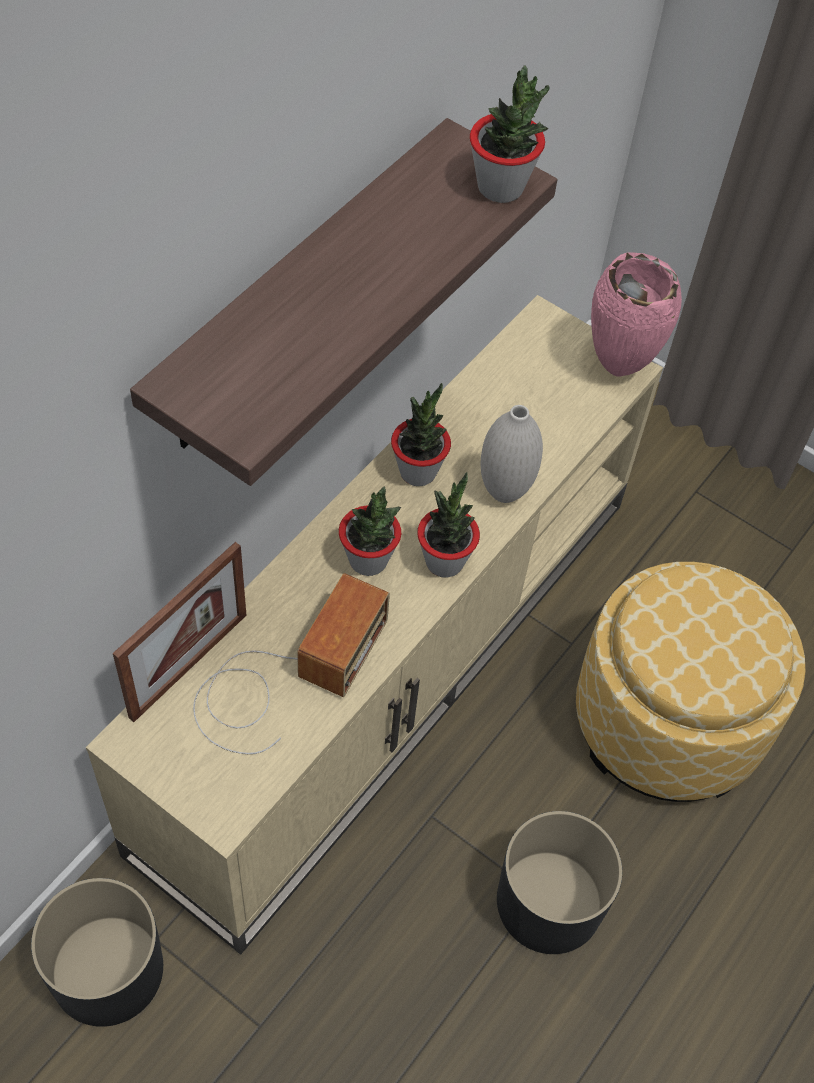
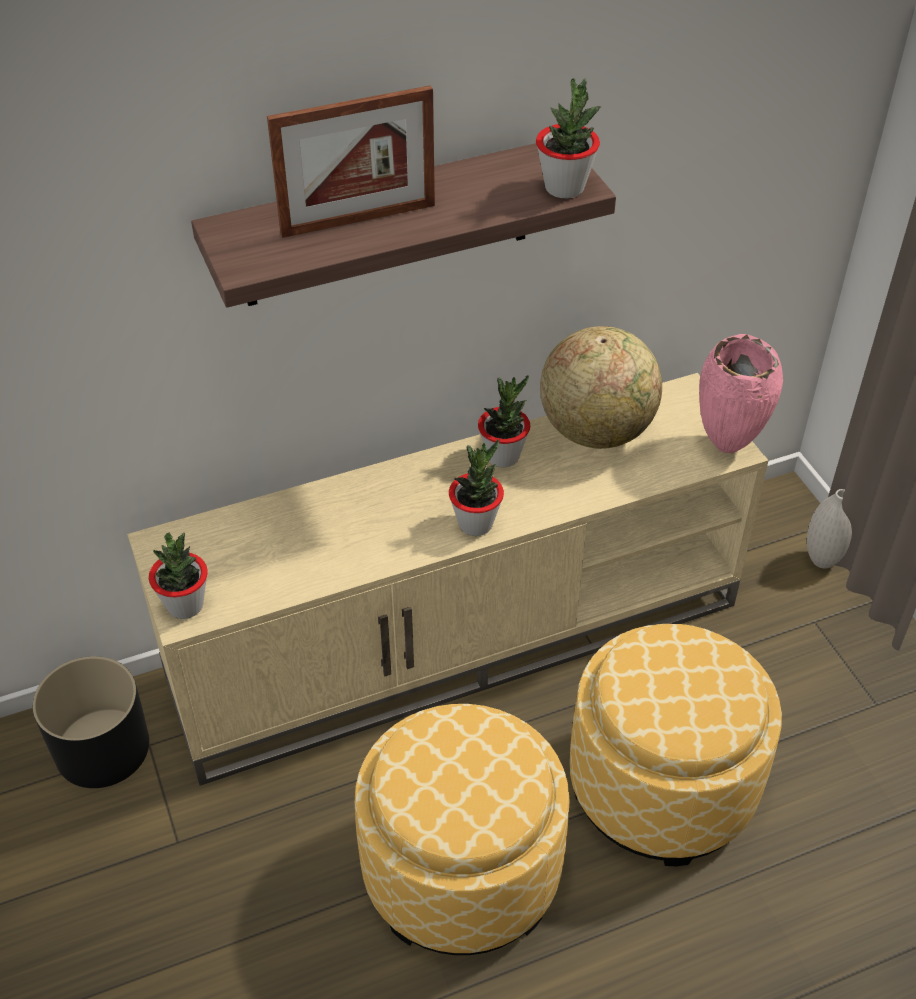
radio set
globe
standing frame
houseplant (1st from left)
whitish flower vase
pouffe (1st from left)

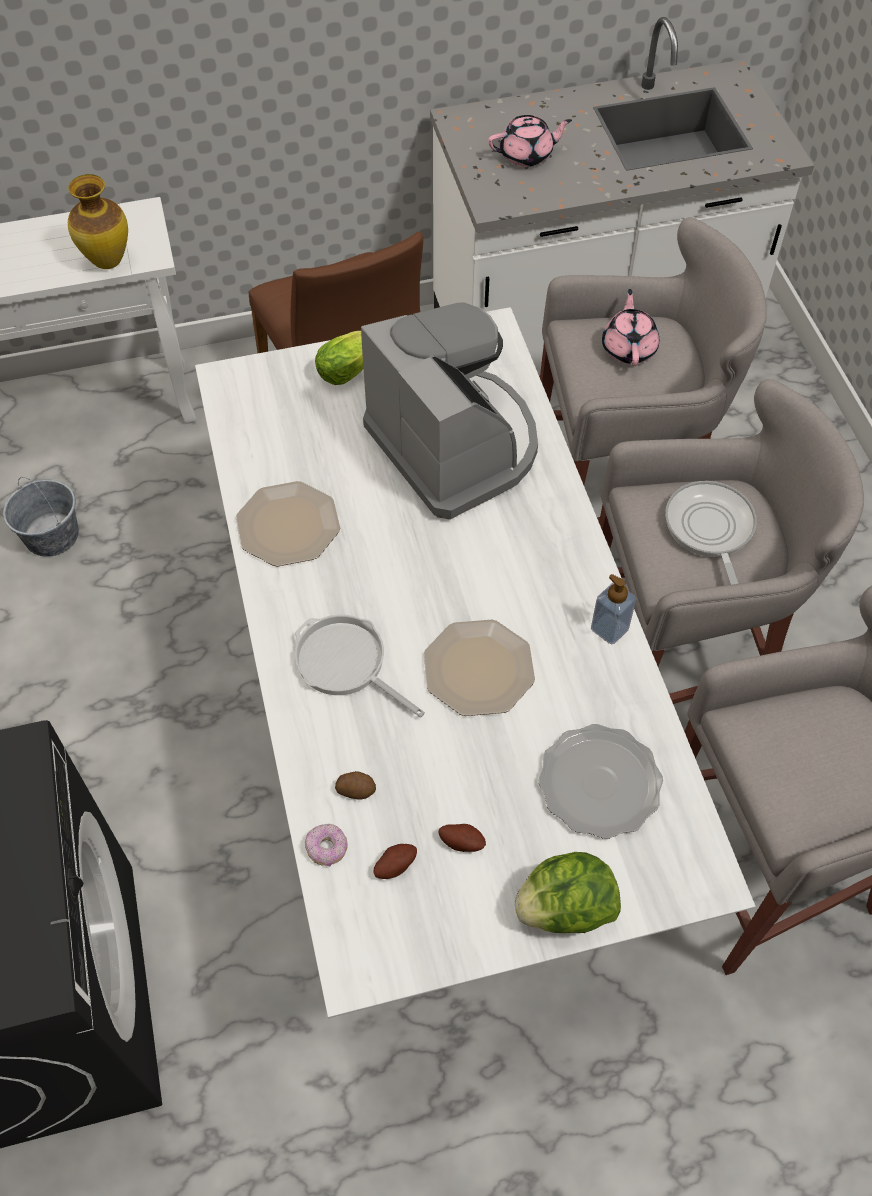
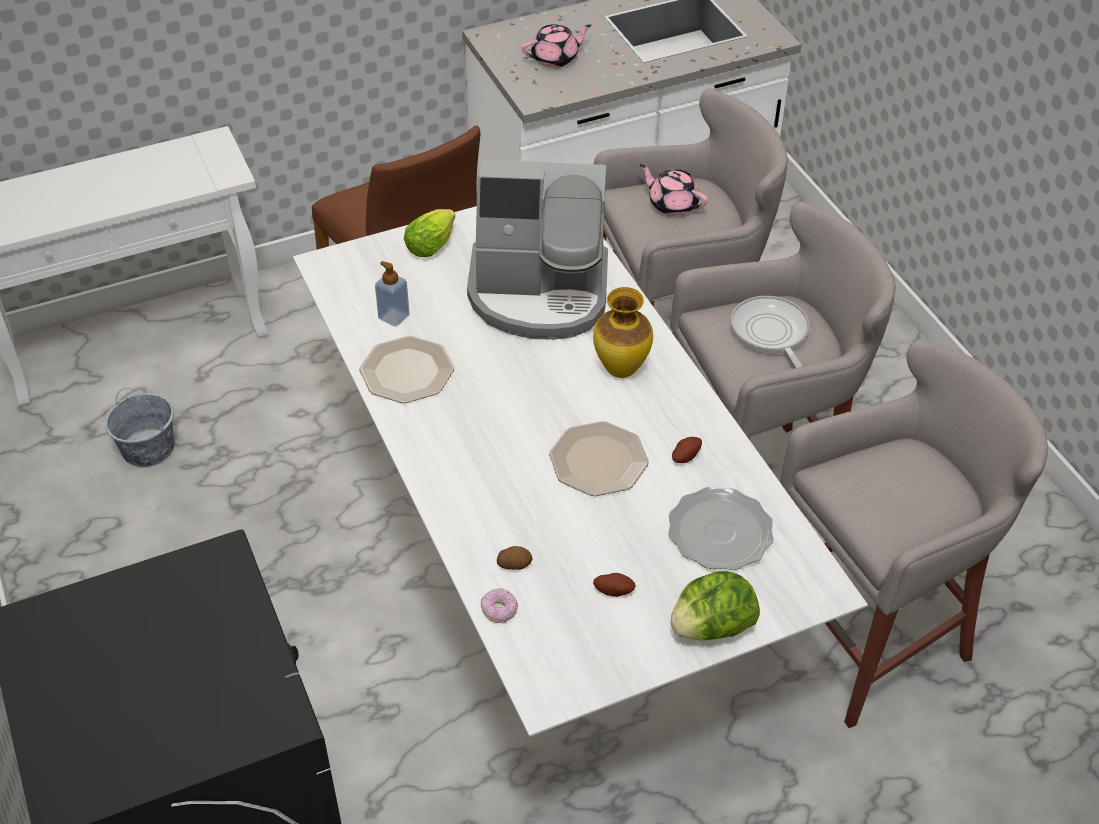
frying pan (1st from left in the first image)
flower vase
whole potato (3rd from left)
liquid soap bottle
coffee maker
pink-coloured pot for tea (2nd from left)

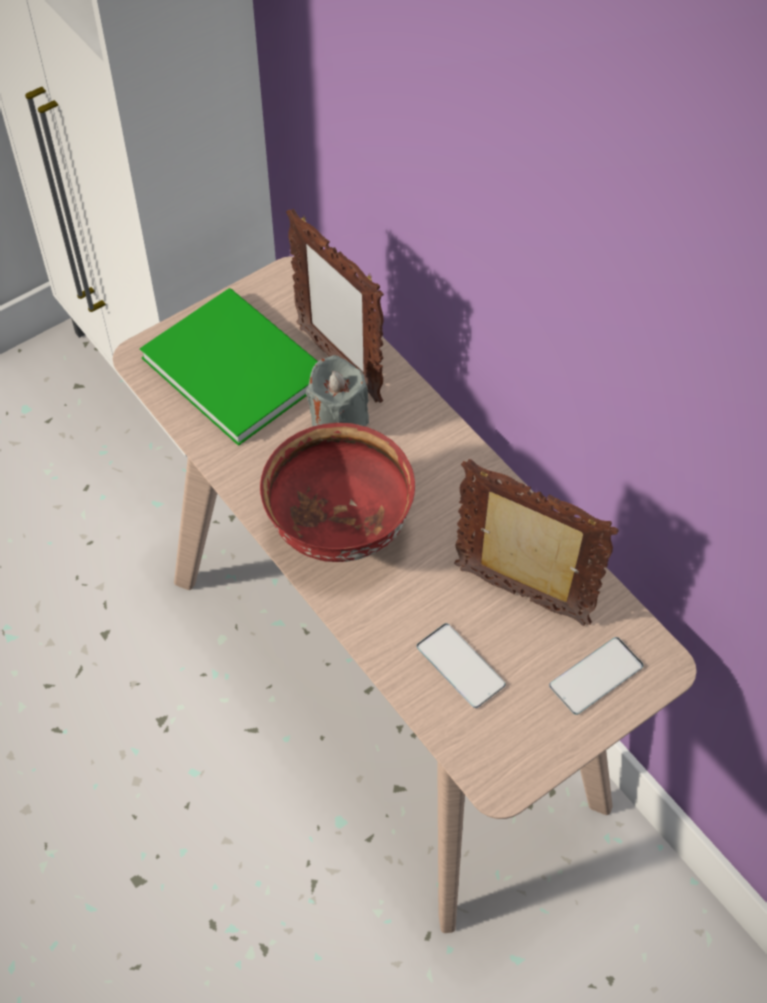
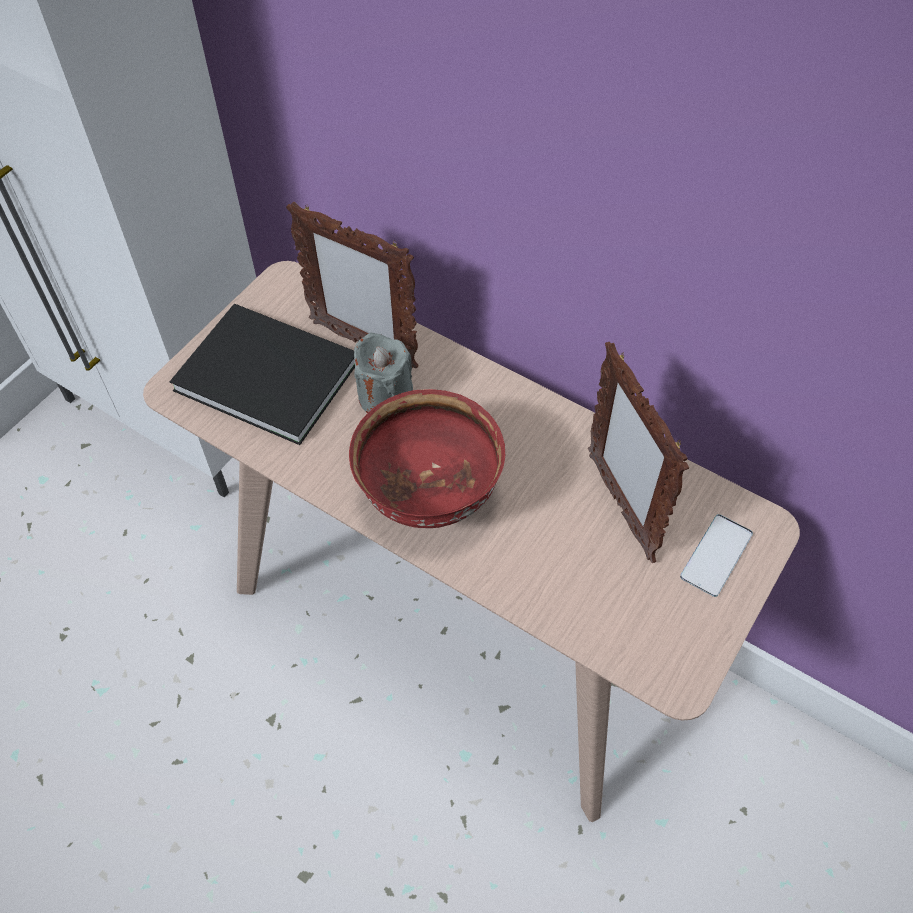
handset (1st from left in the first image)
black-coloured volume
standing frame (2nd from left)

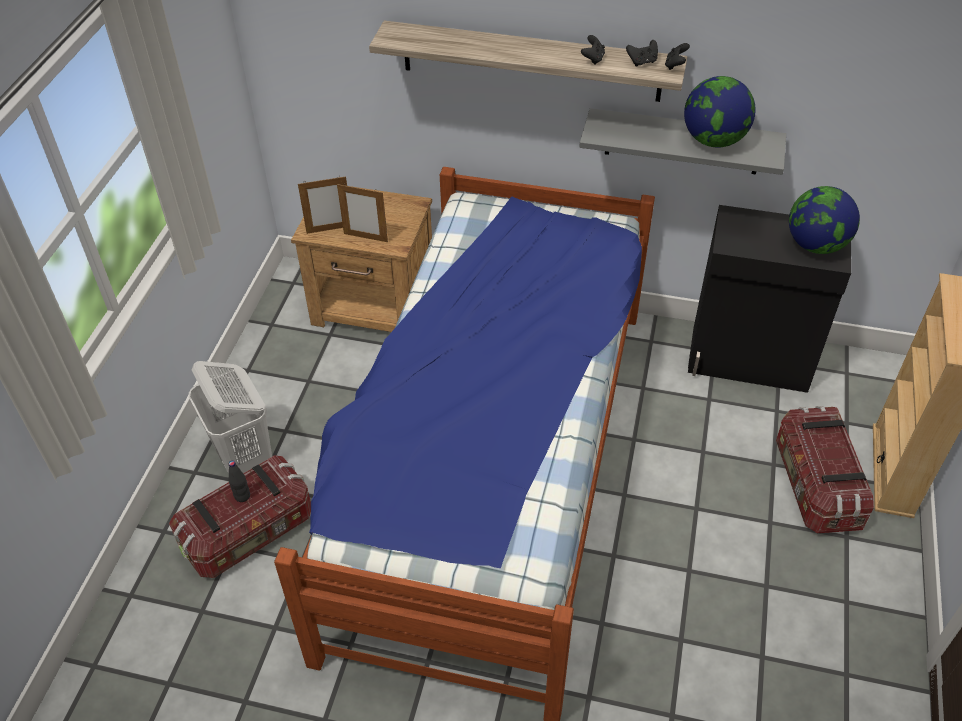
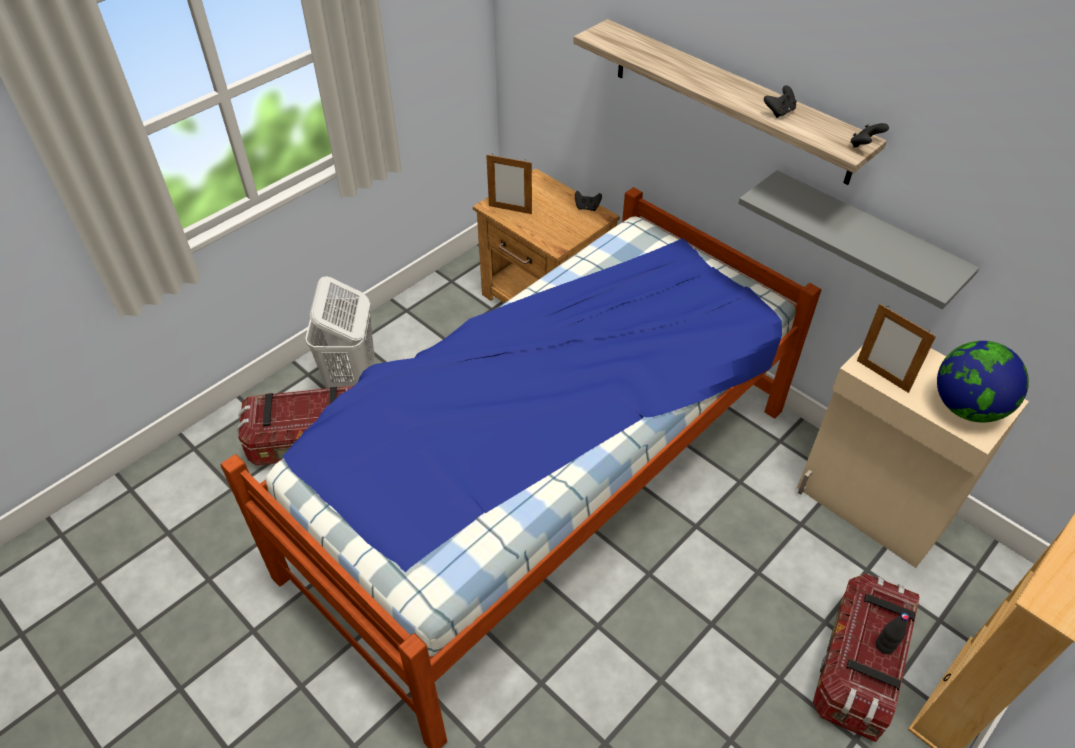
globe (1st from left in the first image)
black-coloured drink bottle
standing frame (2nd from left)
black-coloured gamepad (1st from left)
beige-coloured storage cabinet

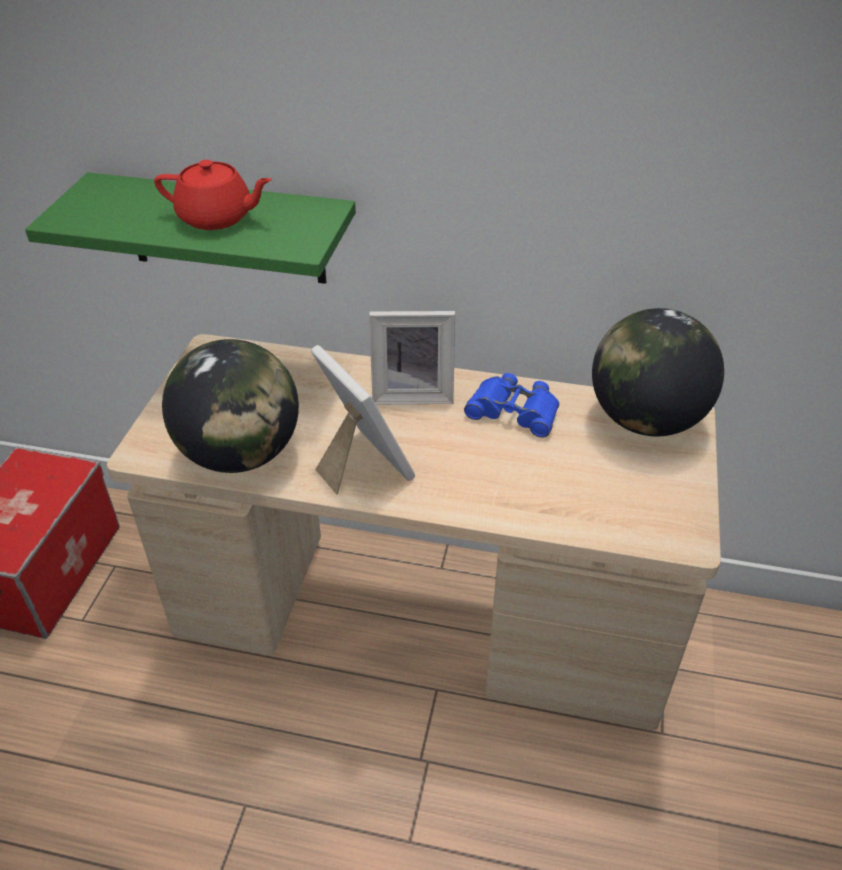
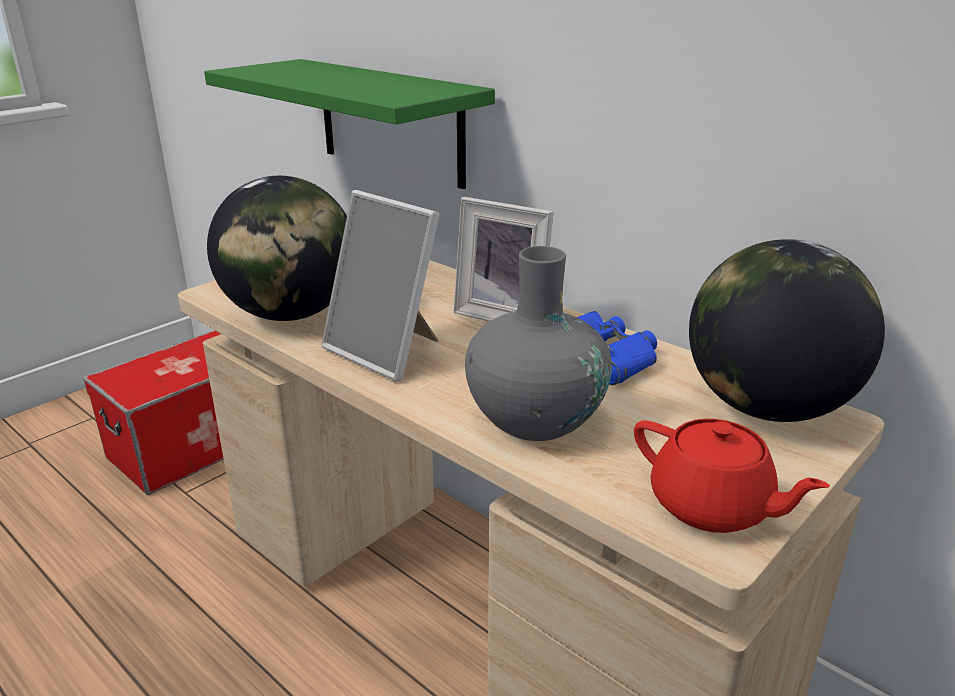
greyish flower vase
reddish pot for tea
standing frame (1st from left)

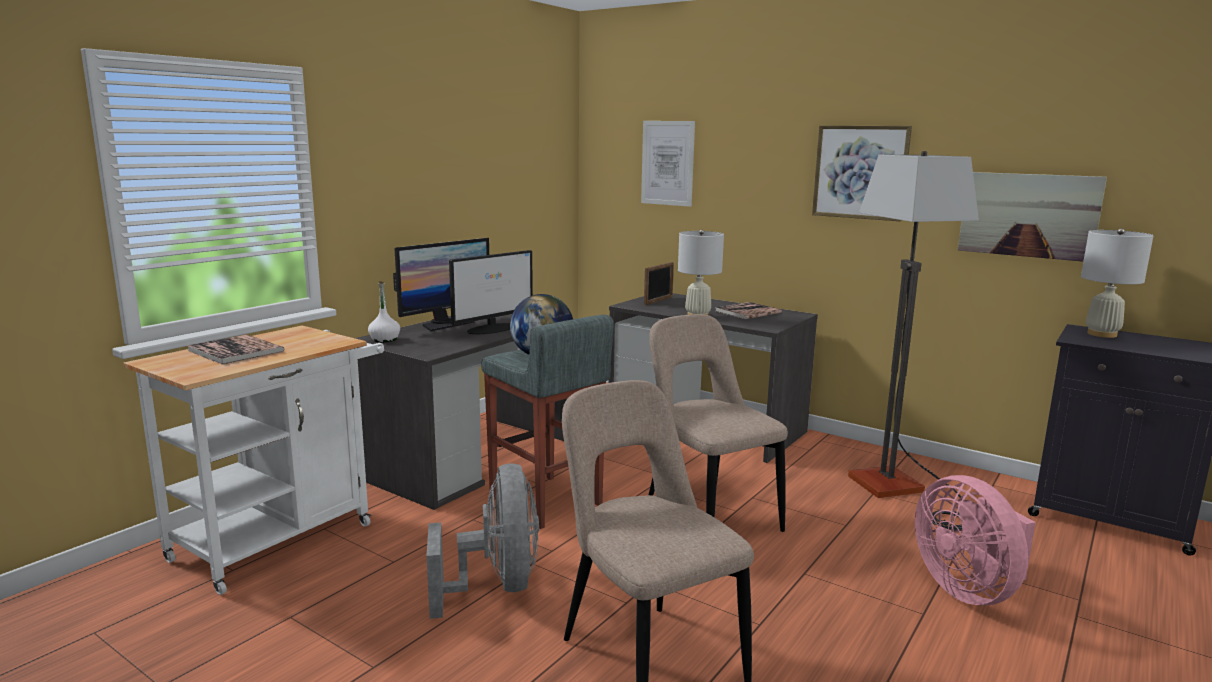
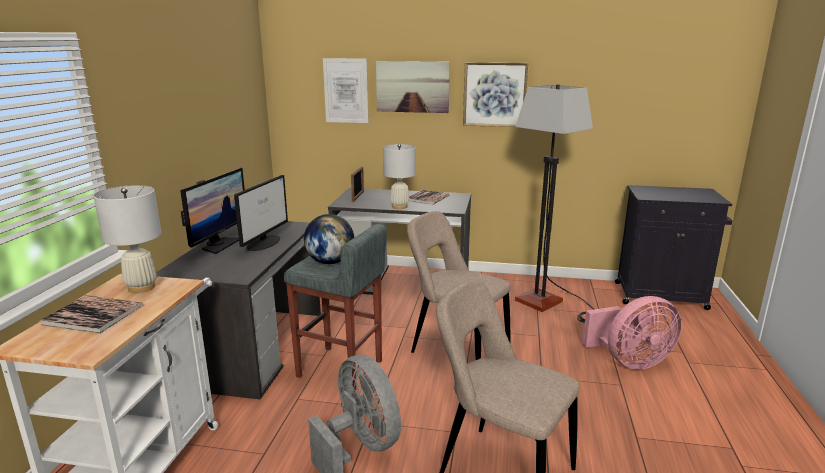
whitish drink bottle
wall picture (2nd from left)
whitish tabletop lamp (1st from left)
pink-coloured cooling fan

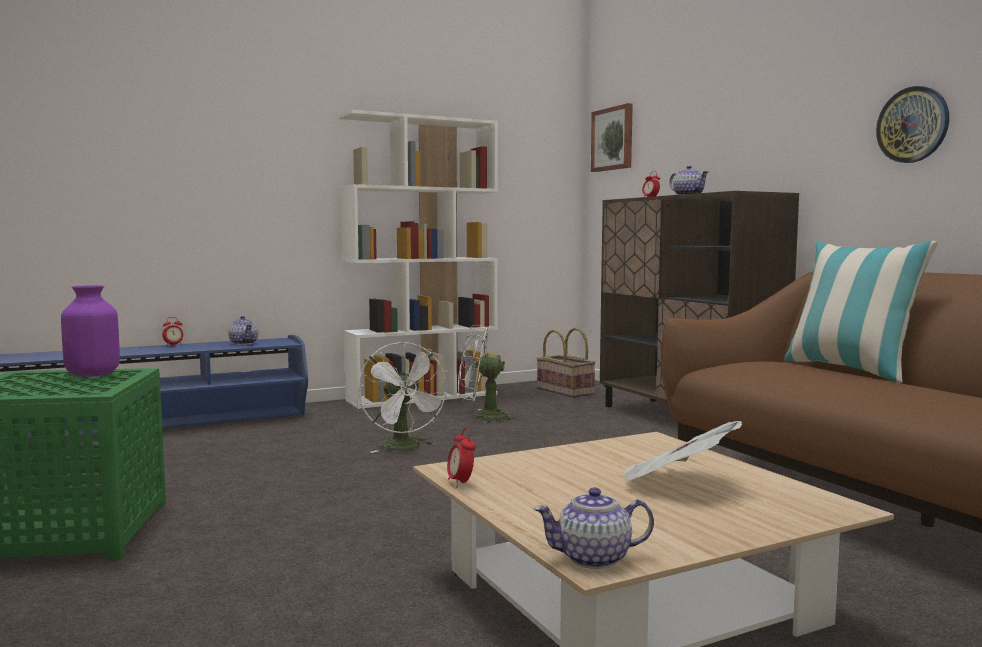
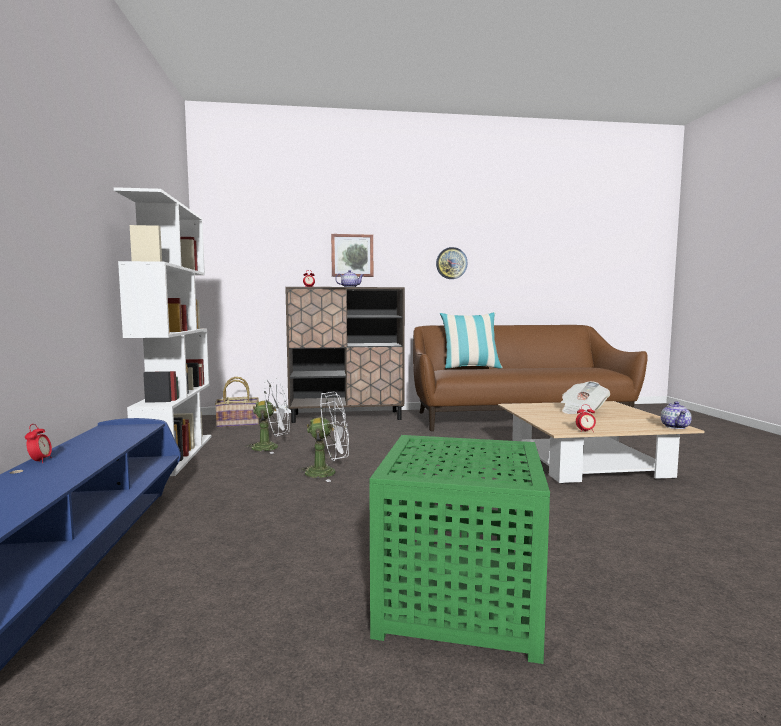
purple-coloured flower vase
pot for tea (1st from left in the first image)
wall picture
whitish cooling fan (1st from left)

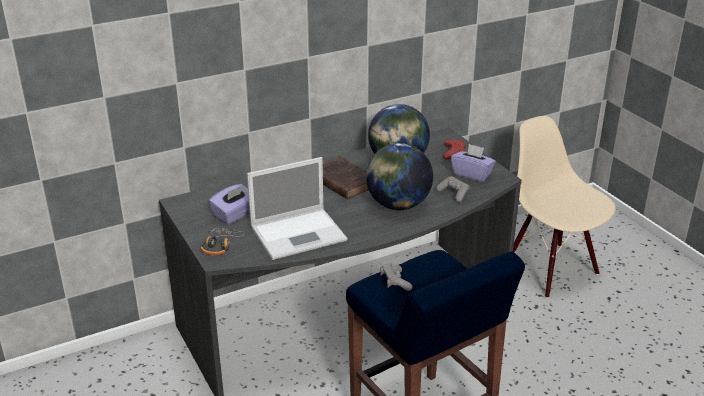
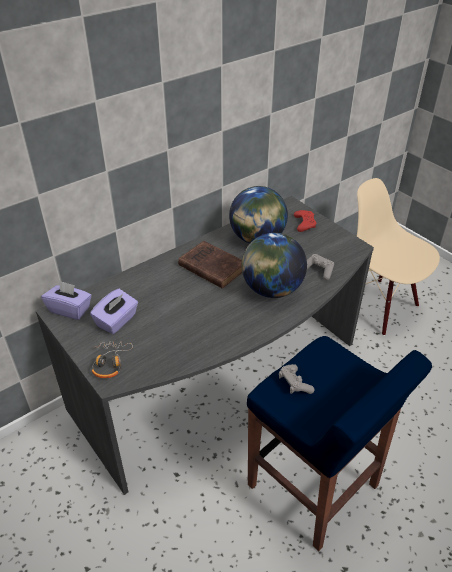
notebook computer
purple-coloured tissue holder (1st from left)

